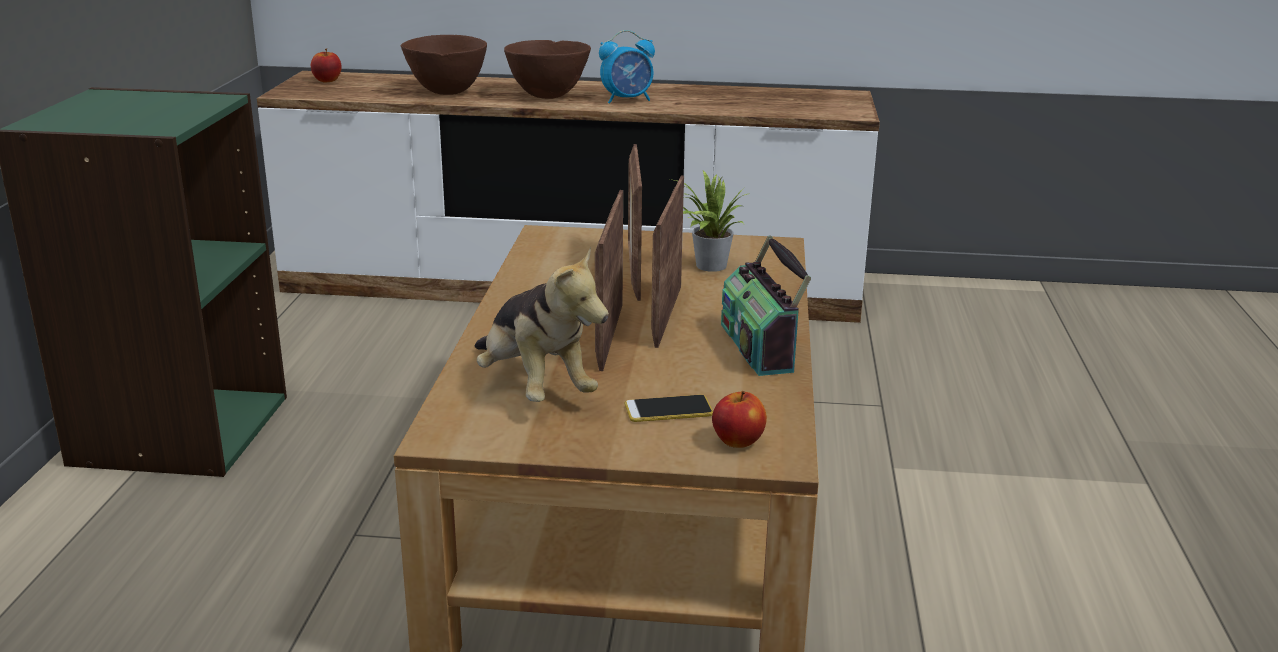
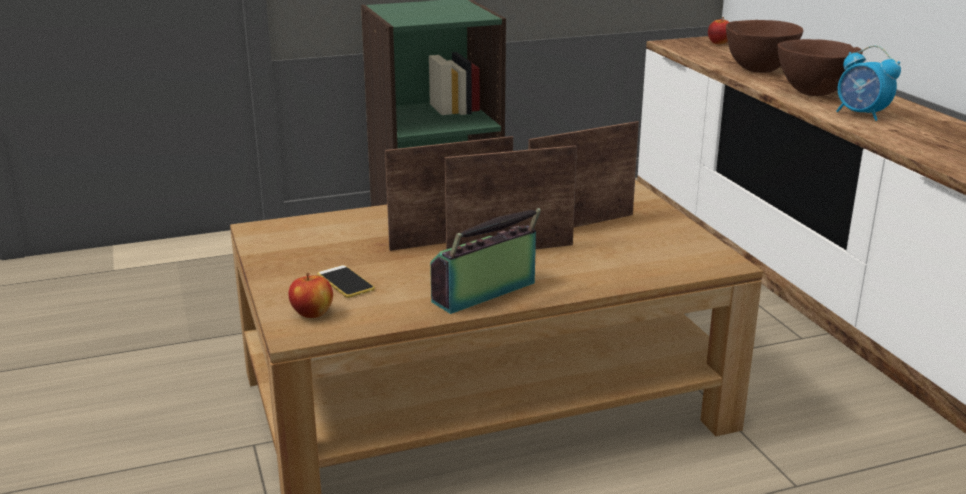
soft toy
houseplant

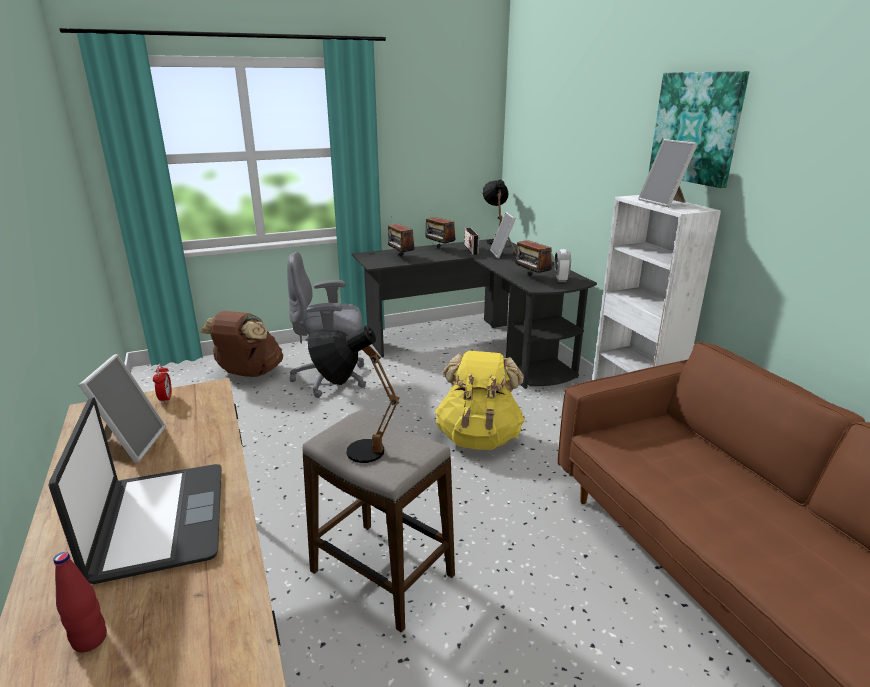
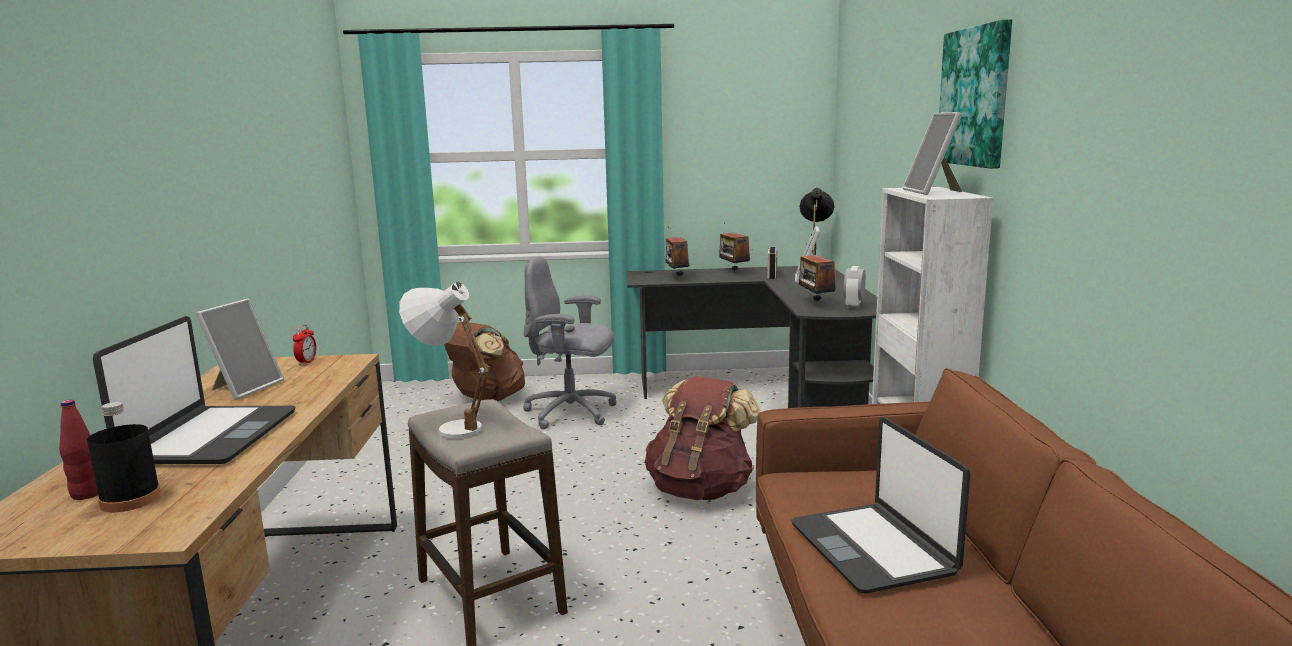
black-coloured drink bottle
notebook computer (2nd from left)
whitish tabletop lamp
brown-coloured knapsack (2nd from left)

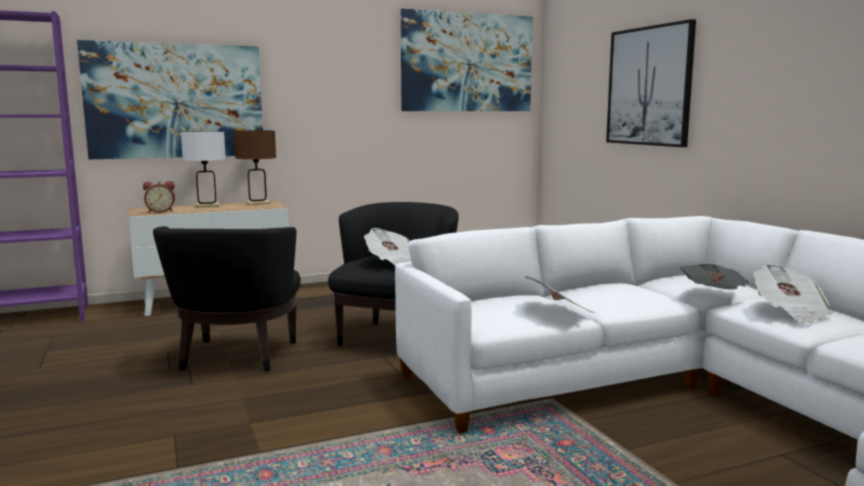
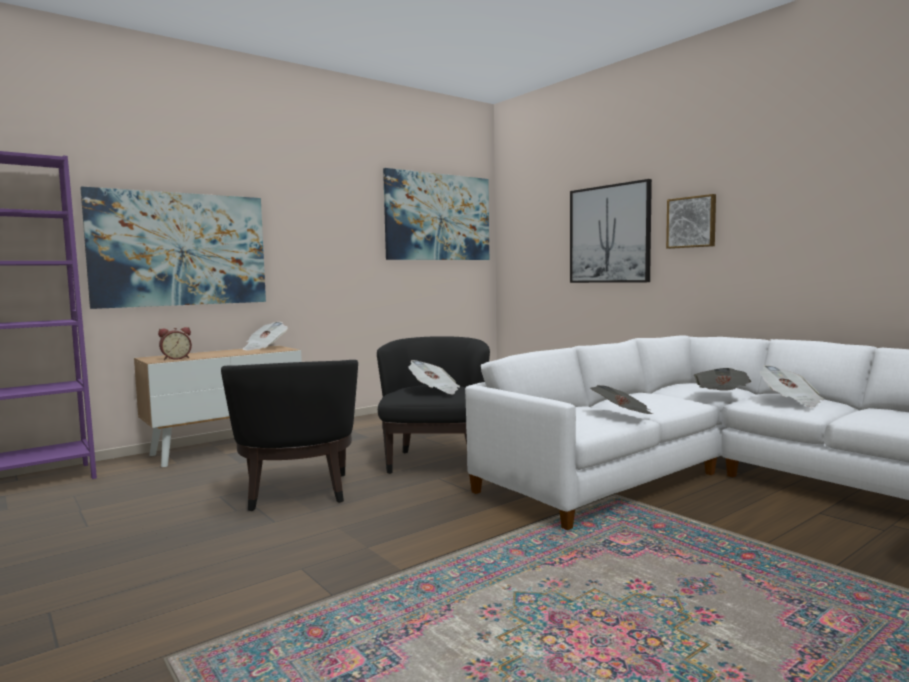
whitish tabletop lamp
wall picture (4th from left)
daily paper (1st from left)

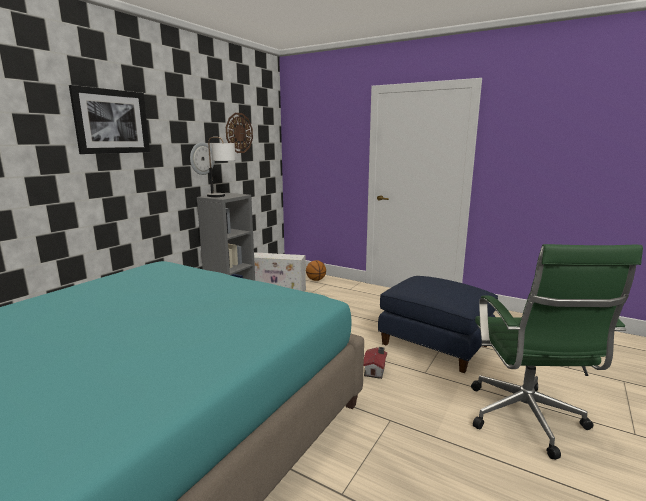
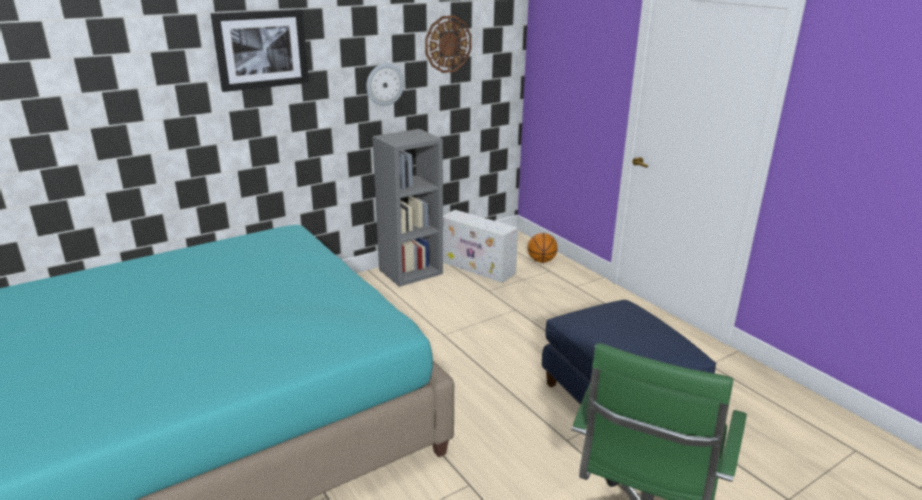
tabletop lamp
miniature house

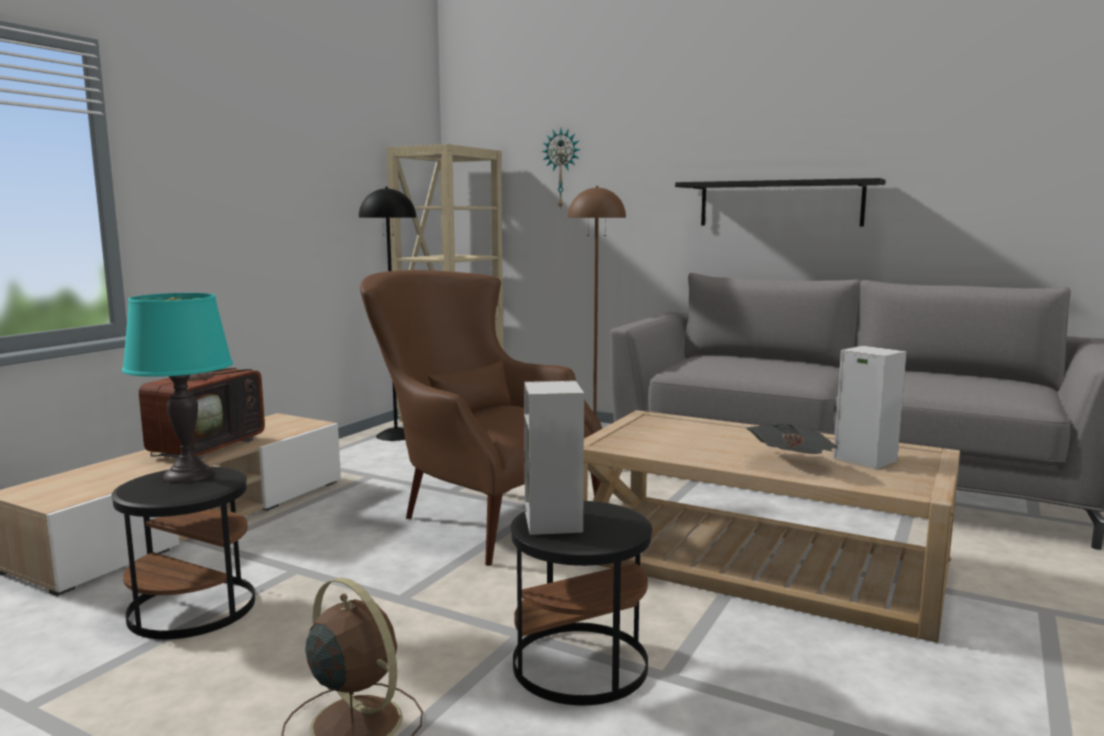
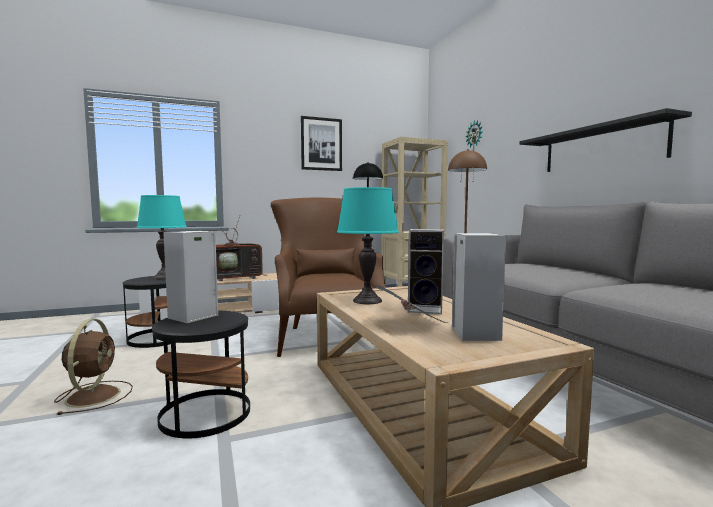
wall picture
turquoise tabletop lamp (2nd from left)
speaker (2nd from left)

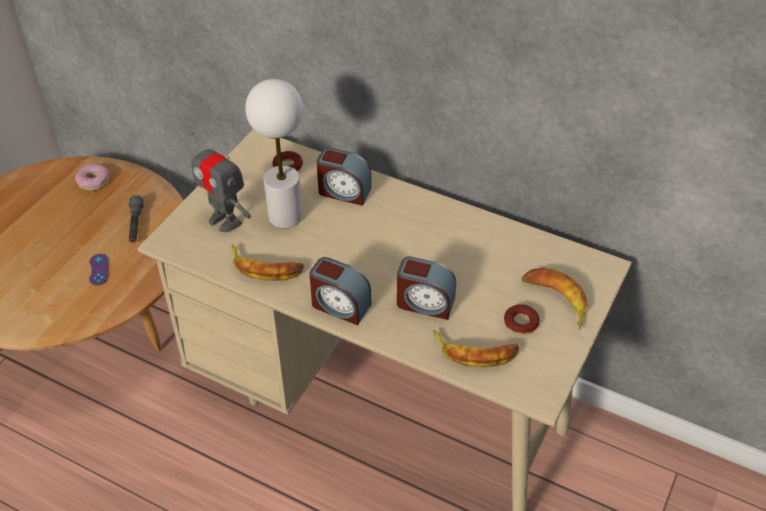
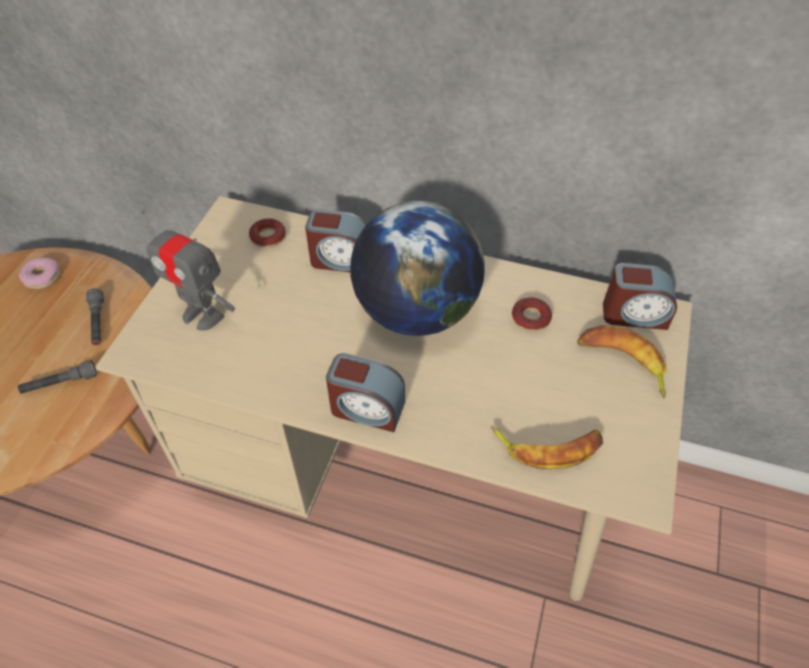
whole banana (1st from left in the first image)
whitish tabletop lamp
globe
bedside clock (3rd from left)
ring doughnut (3rd from left)
greyish flashlight (1st from left)

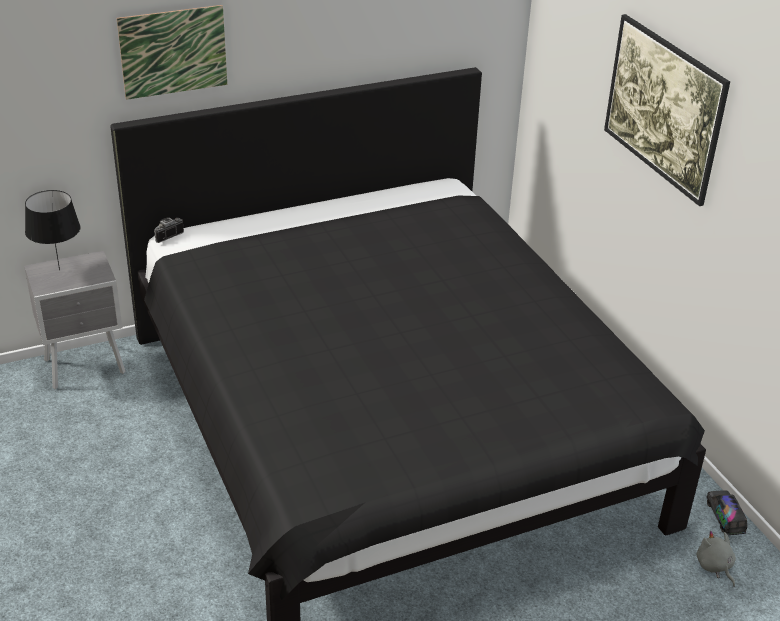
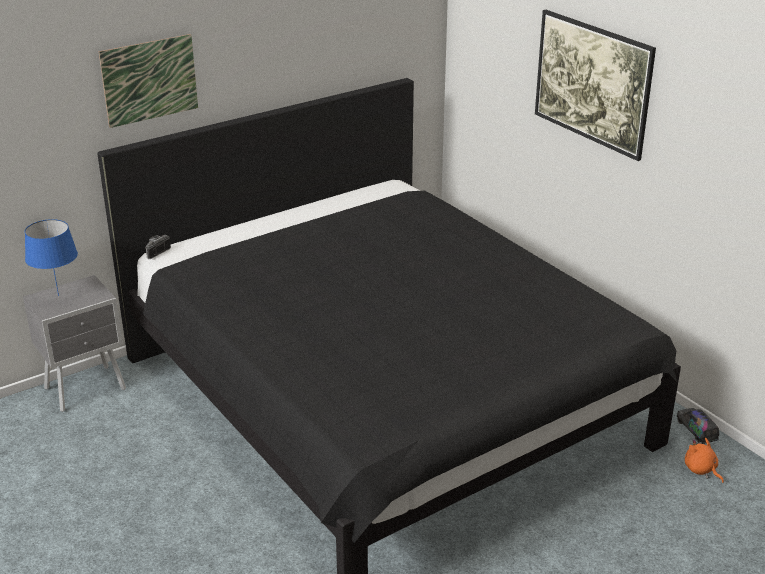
blue tabletop lamp
orange soft toy

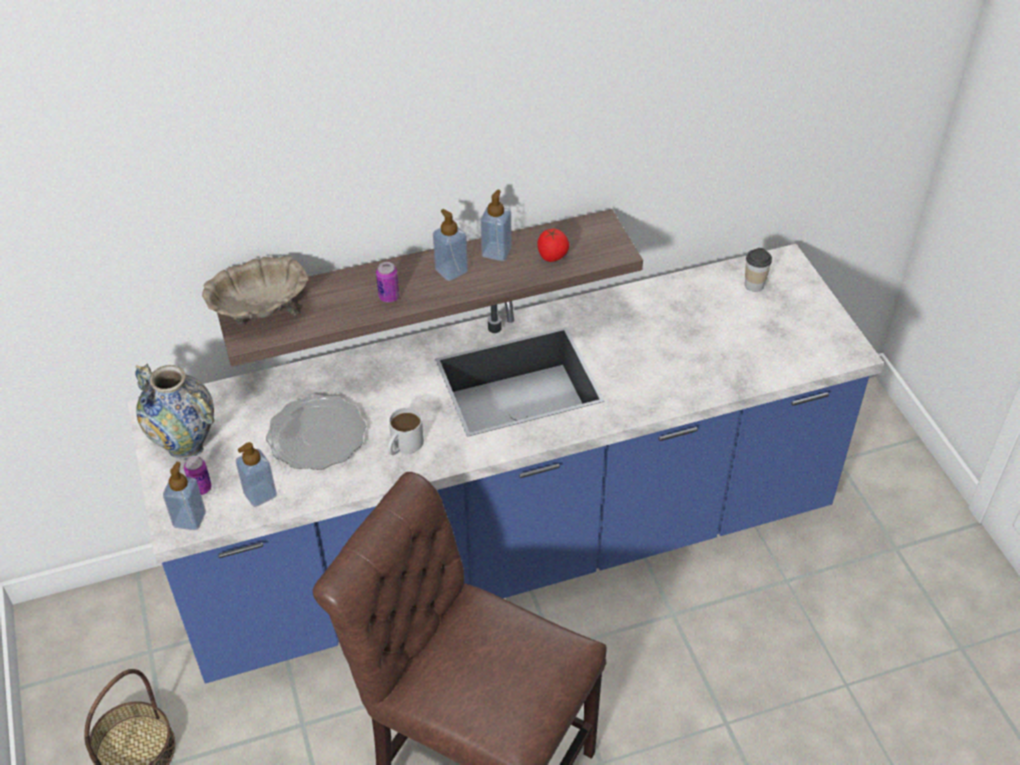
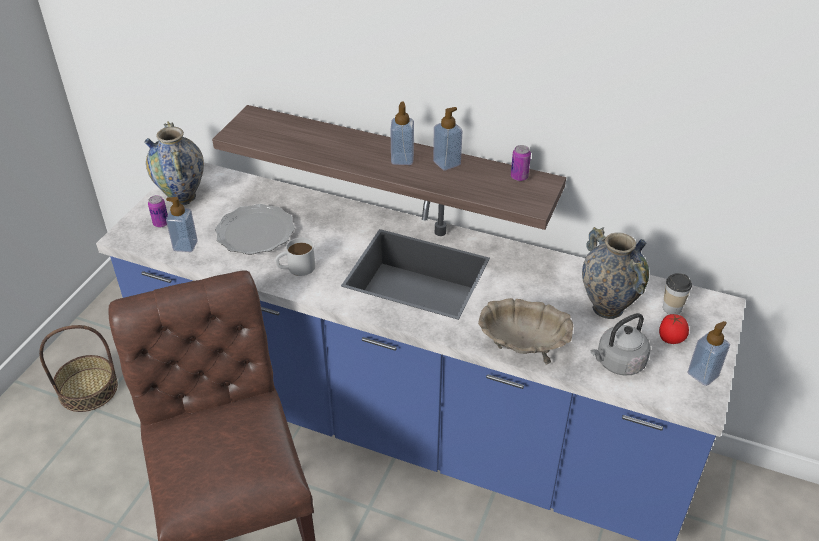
flower vase (2nd from left)
greyish water kettle
liquid soap bottle (4th from left)
beige-coloured deep dish
metal can (2nd from left)
whole tomato

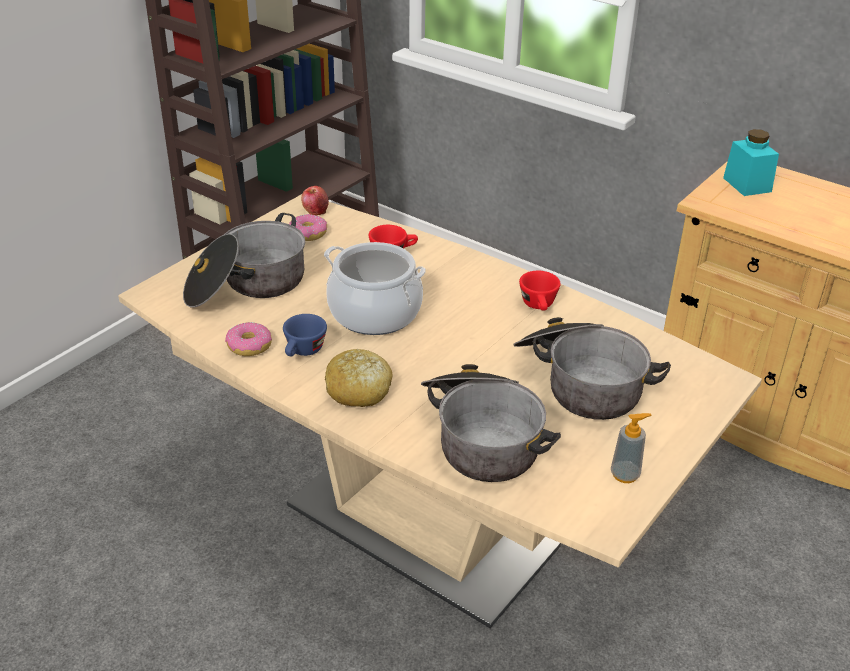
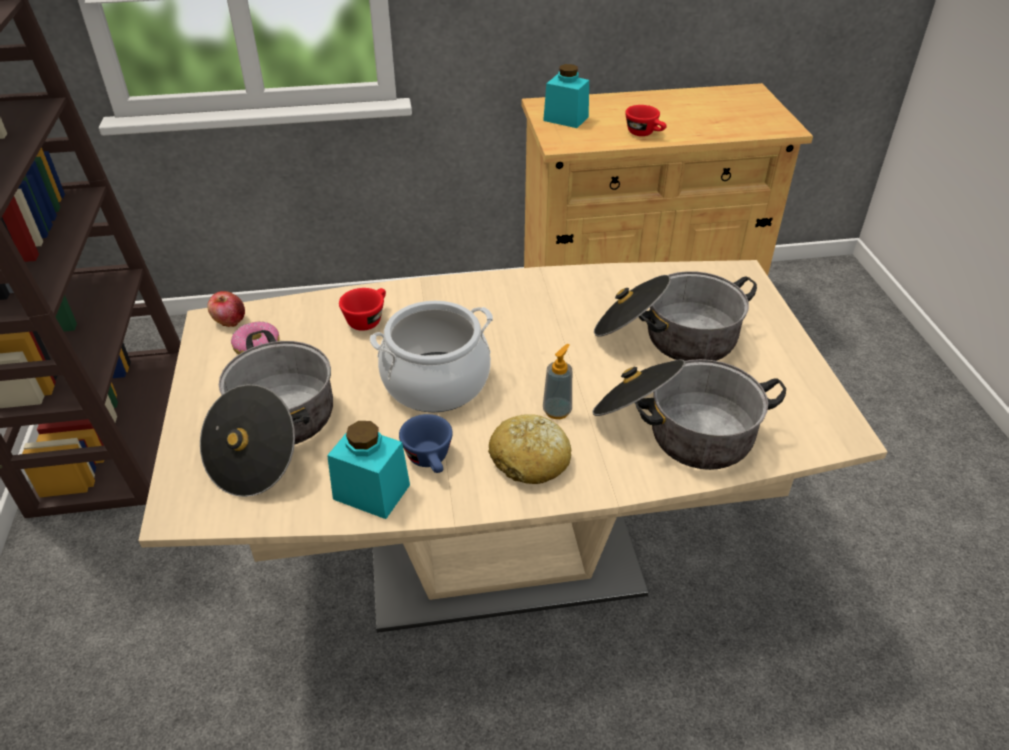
reddish drinking cup (2nd from left)
liquid soap bottle
turquoise preserve jar (1st from left)

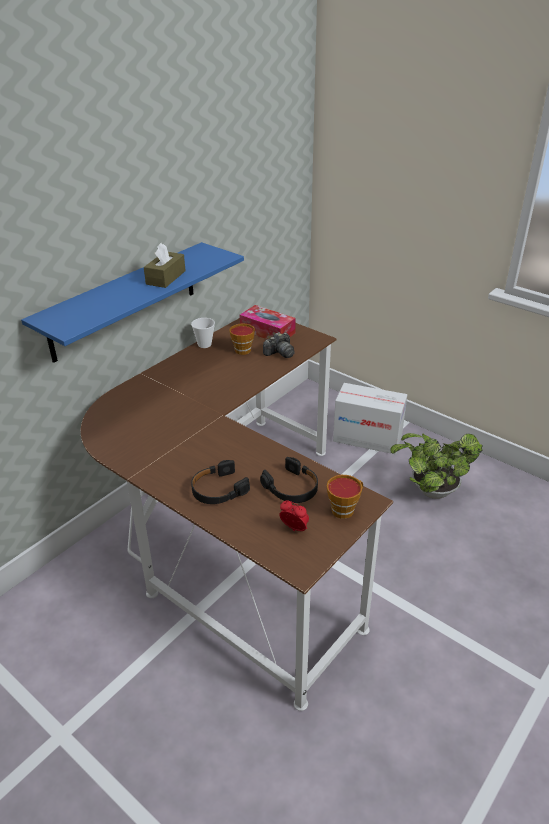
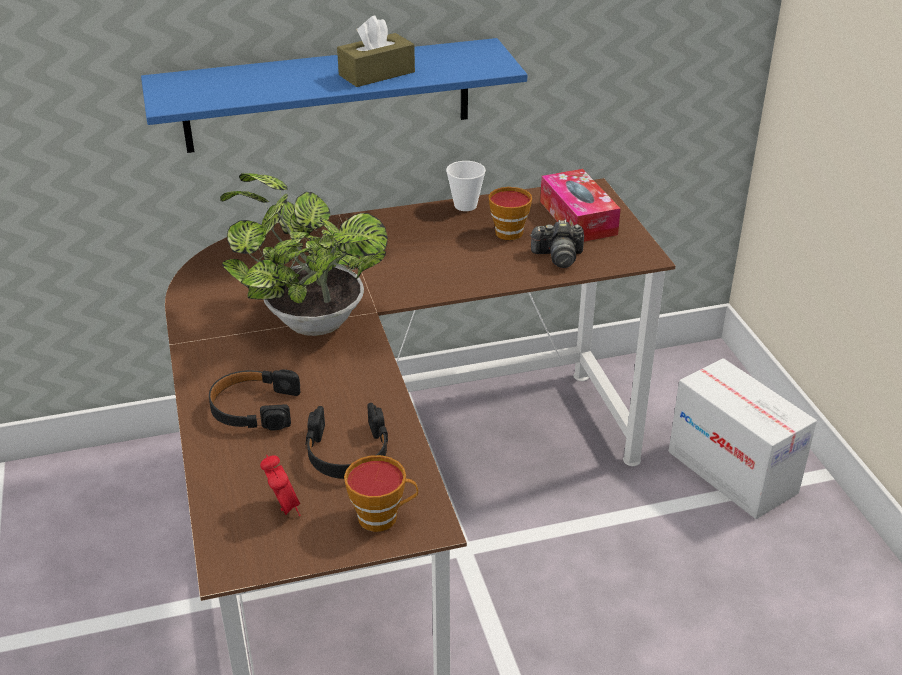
houseplant

